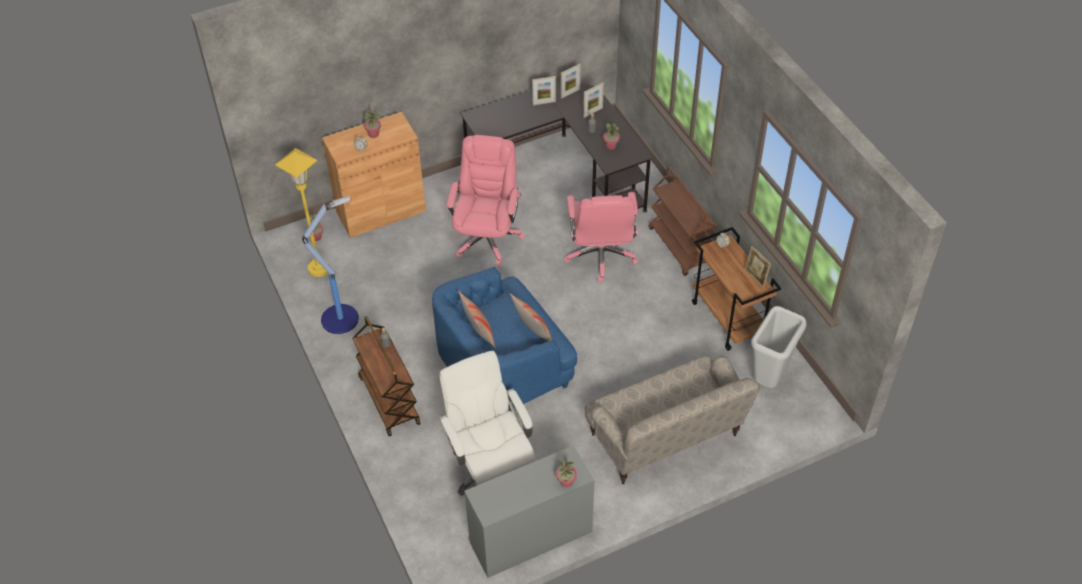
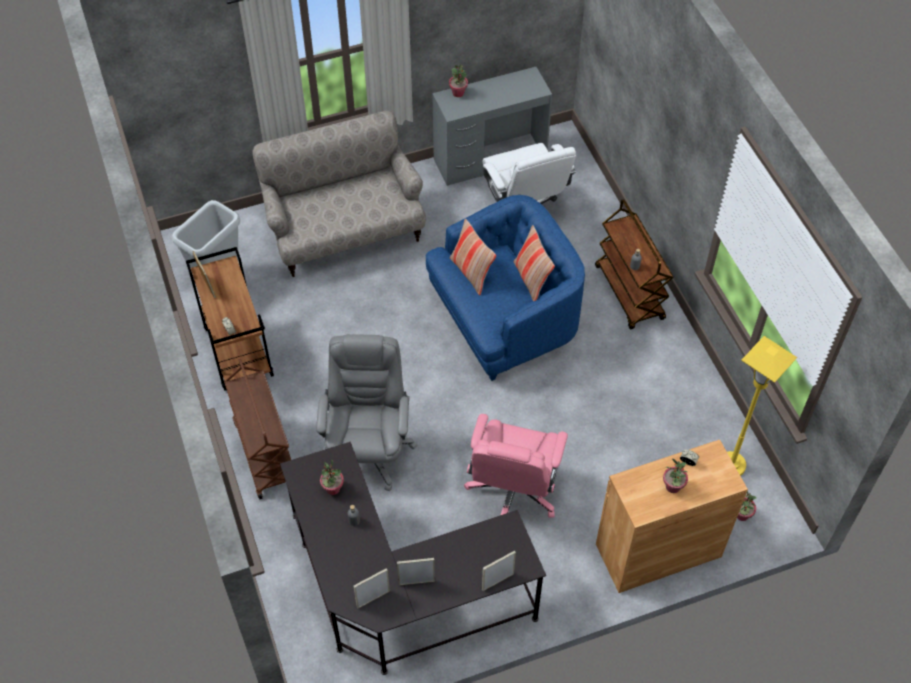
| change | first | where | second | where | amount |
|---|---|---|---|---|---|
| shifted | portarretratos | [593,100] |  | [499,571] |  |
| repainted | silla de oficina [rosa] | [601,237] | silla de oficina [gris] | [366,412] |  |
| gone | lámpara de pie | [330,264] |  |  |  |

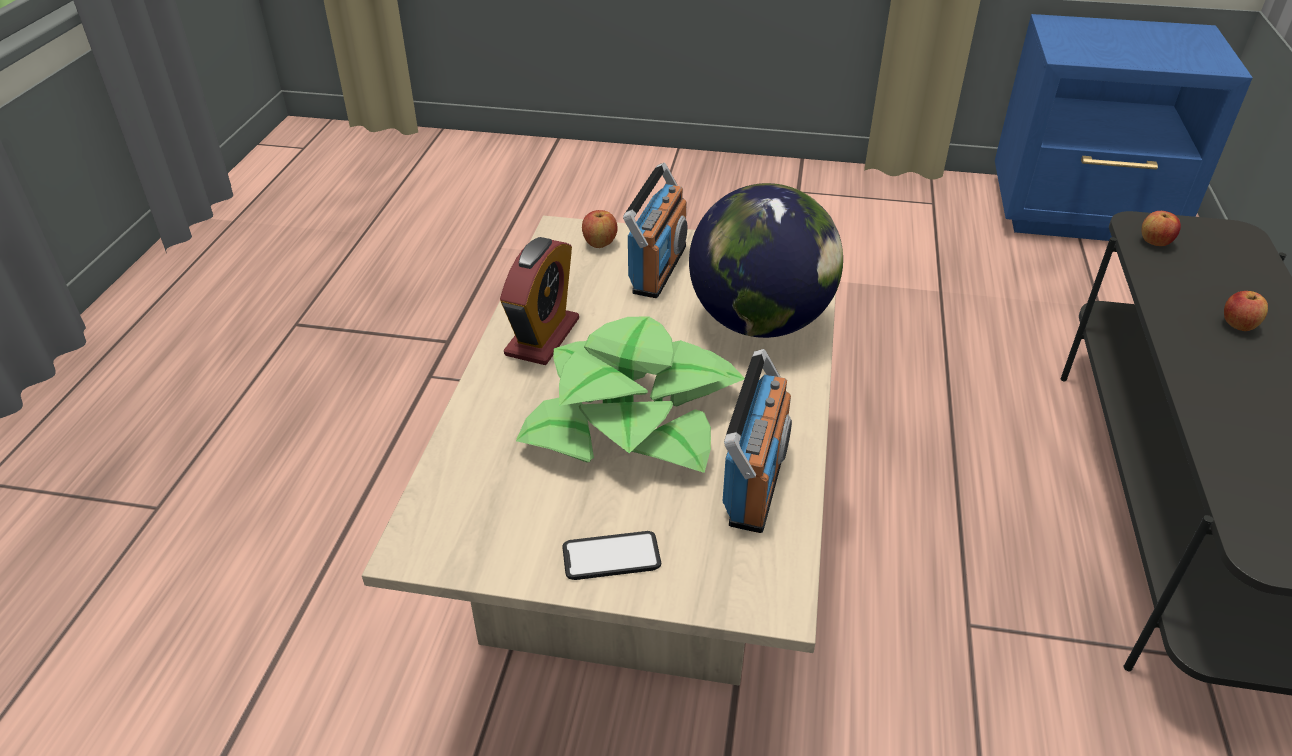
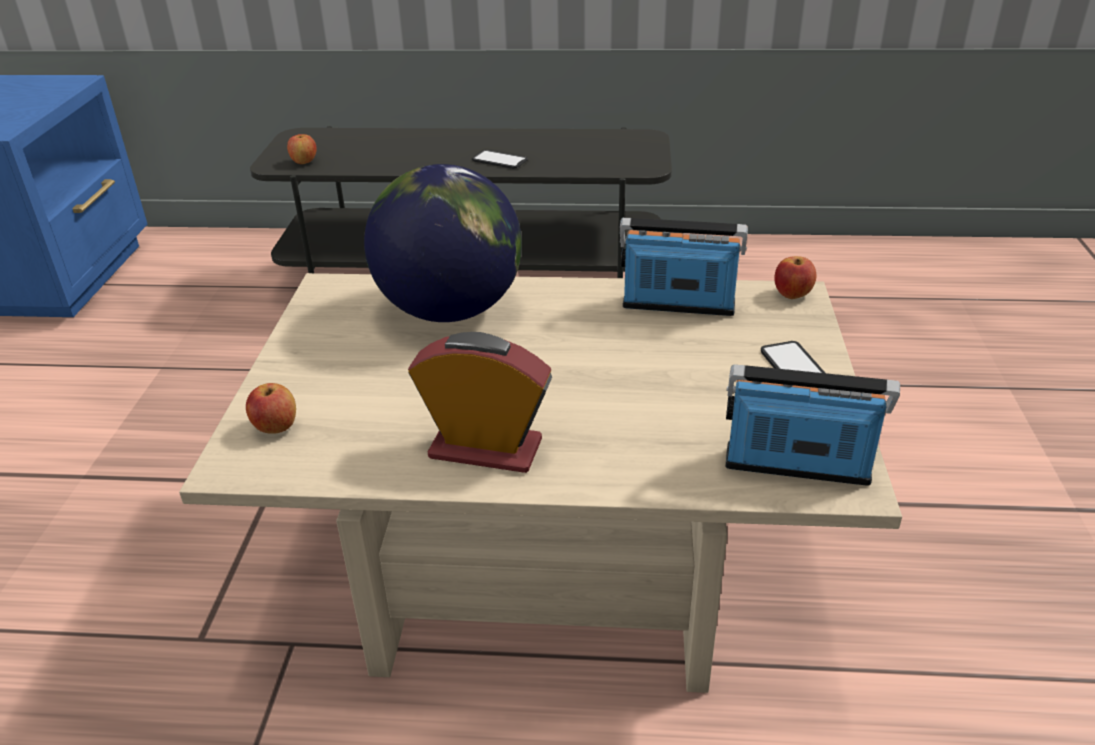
| change | first | where | second | where | amount |
|---|---|---|---|---|---|
| shifted | radio | [655,230] |  | [813,424] |  |
| shifted | manzana | [1246,311] |  | [795,277] |  |
| gone | planta en maceta | [630,394] |  |  |  |
| new |  |  | móvil | [500,159] |  |

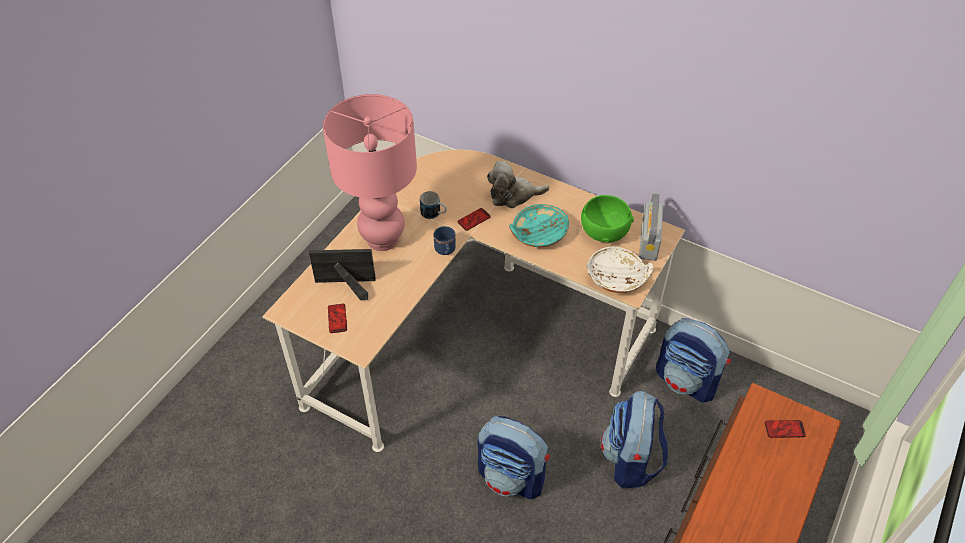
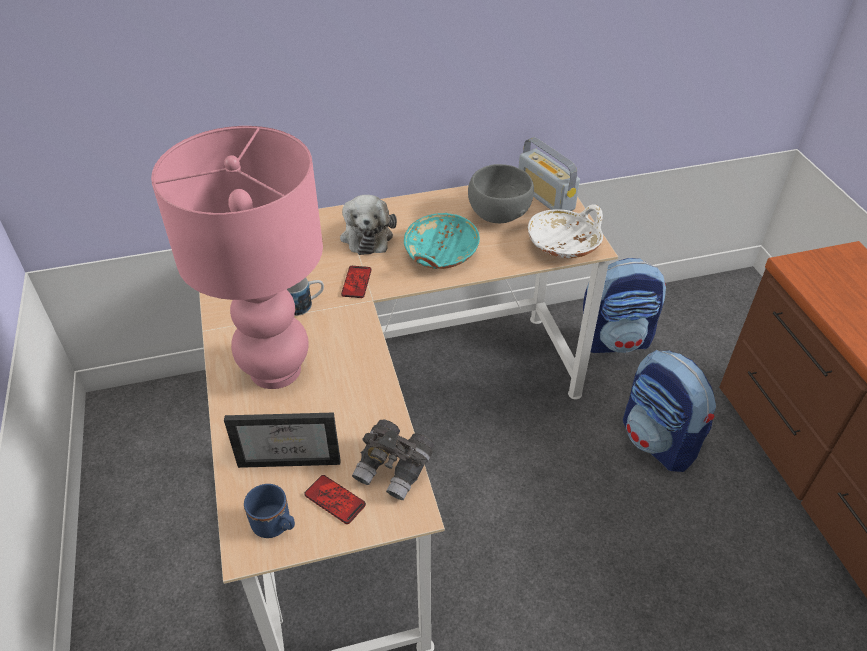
| change | first | where | second | where | amount |
|---|---|---|---|---|---|
| rotated | peluche | [518,184] |  | [368,225] | 45 degrees counterclockwise |
| repainted | cuenco [verde] | [607,218] | cuenco [gris] | [501,193] |  |
| shifted | taza grande [azul] | [444,240] |  | [269,511] |  |
| rotated | portarretratos | [342,274] |  | [282,440] | 135 degrees counterclockwise |
| gone | mochila | [514,458] |  |  |  |
| gone | móvil | [785,429] |  |  |  |
| new |  |  | prismáticos [gris] | [393,459] |  |

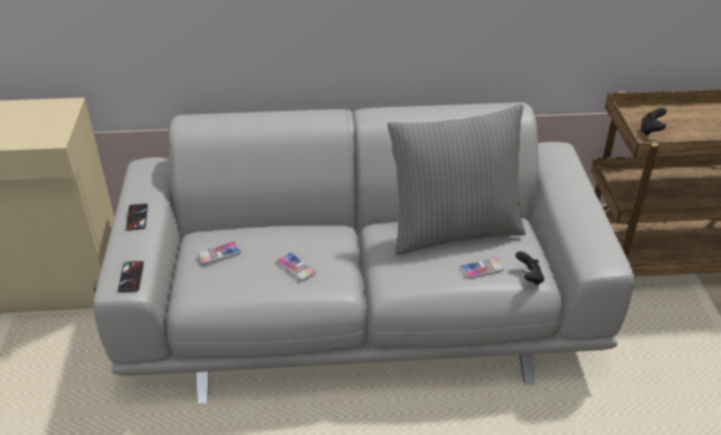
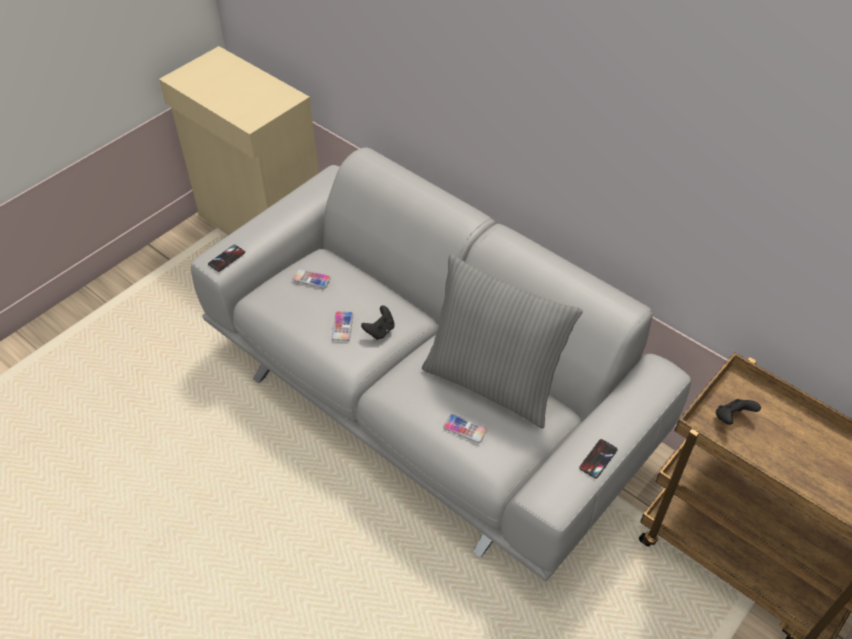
| change | first | where | second | where | amount |
|---|---|---|---|---|---|
| shifted | móvil | [137,216] |  | [598,459] |  |
| shifted | mando de consola [negro] | [529,268] |  | [378,323] |  |

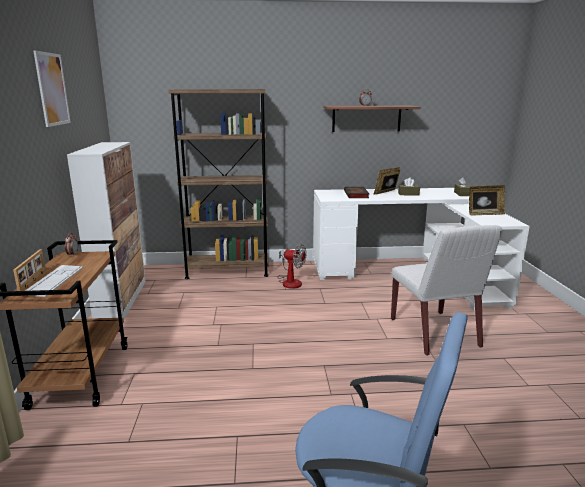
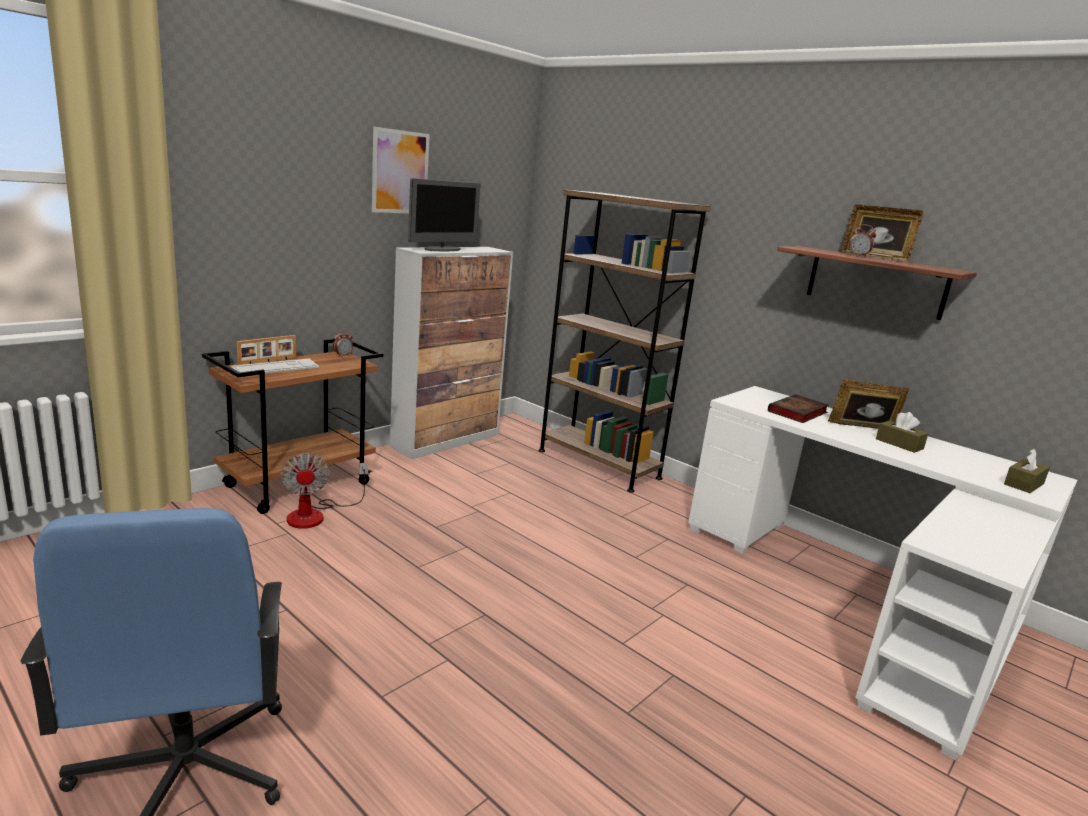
| change | first | where | second | where | amount |
|---|---|---|---|---|---|
| shifted | portarretratos | [487,200] |  | [882,233] |  |
| gone | silla [blanco] | [446,290] |  |  |  |
| shifted | ventilador | [292,266] |  | [324,491] |  |
| new |  |  | monitor | [444,214] |  |

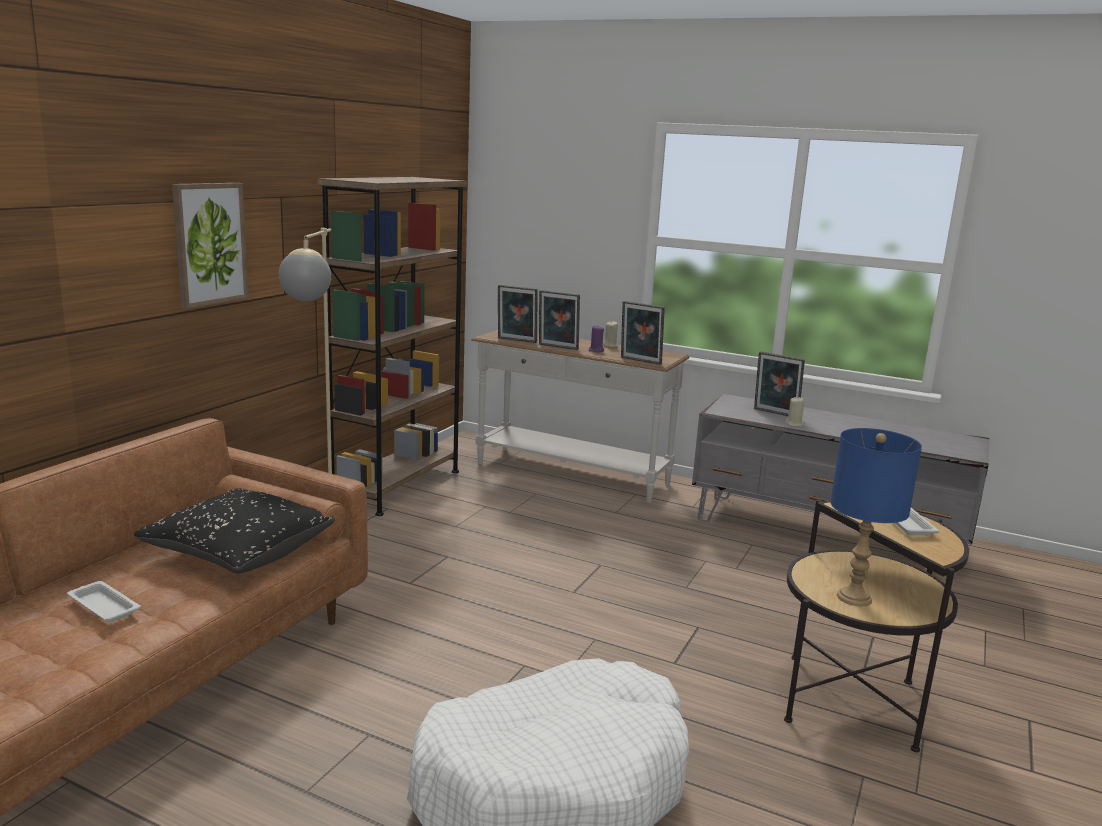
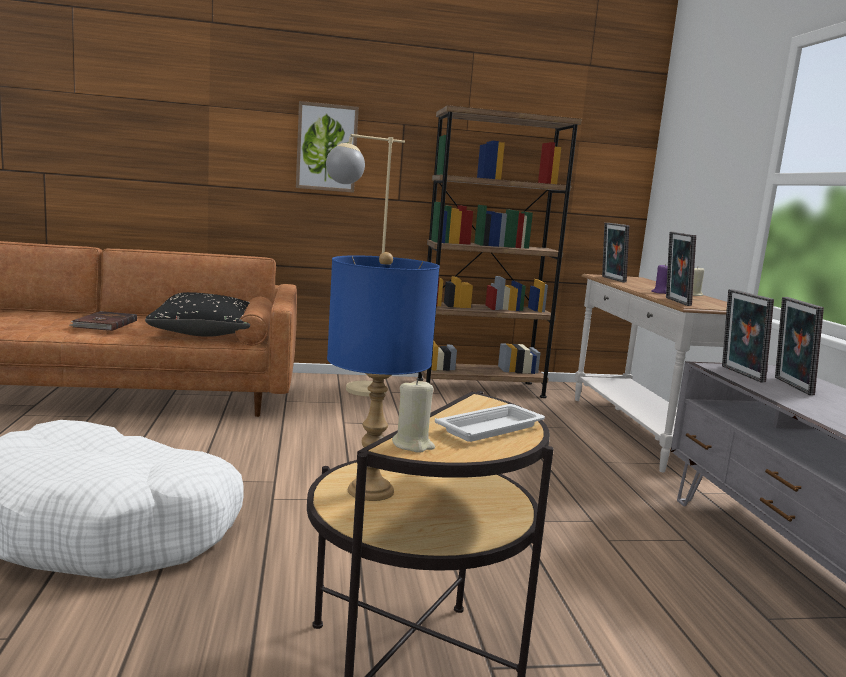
| change | first | where | second | where | amount |
|---|---|---|---|---|---|
| shifted | portarretratos | [559,320] |  | [748,336] |  |
| shifted | vela [beis] | [794,411] |  | [413,415] |  |
| swapped | bandeja [blanco] | [104,601] | libro [marrón] | [103,321] |  |

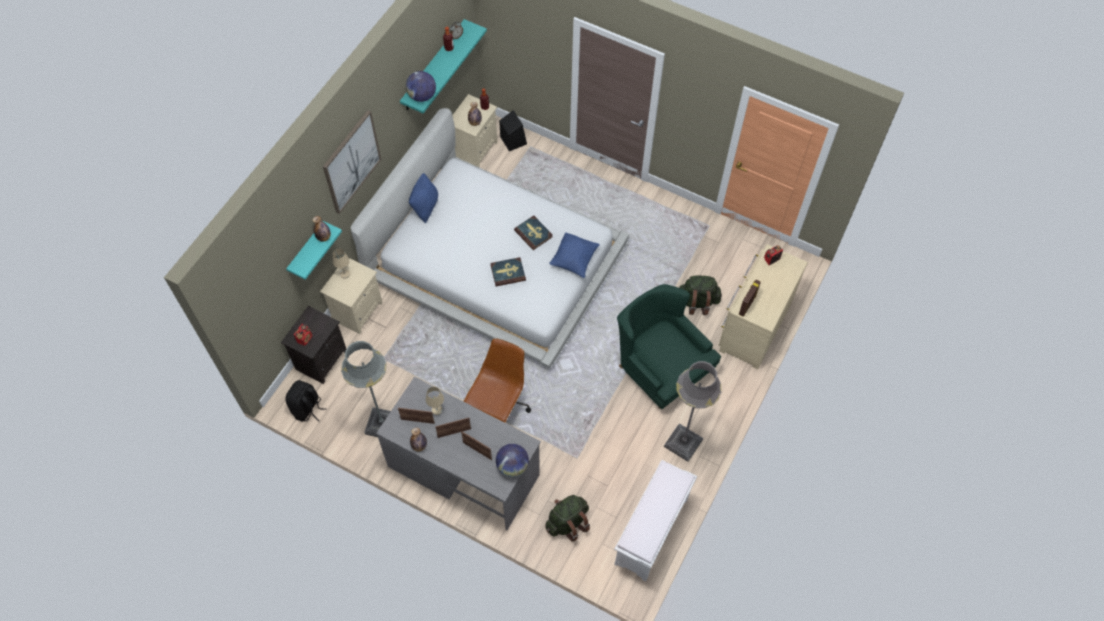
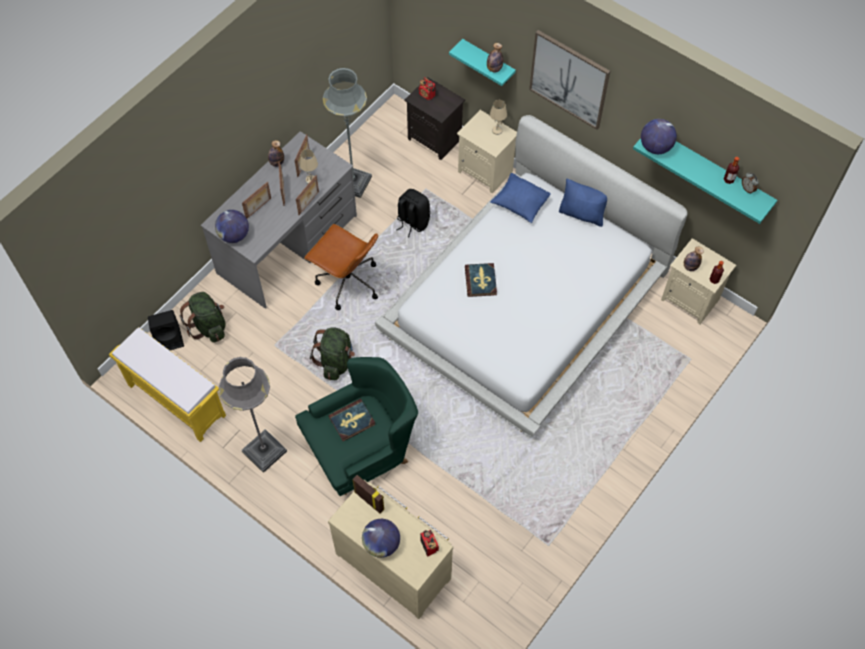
| change | first | where | second | where | amount |
|---|---|---|---|---|---|
| shifted | altavoz [negro] | [513,130] |  | [166,330] |  |
| shifted | libro | [533,232] |  | [351,420] |  |
| shifted | cojín [azul] | [574,255] |  | [520,198] |  |
| shifted | mochila [verde] | [700,295] |  | [332,353] |  |
| shifted | mochila [negro] | [305,401] |  | [413,213] |  |
| repainted | banco [blanco] | [655,520] | banco [amarillo] | [167,384] |  |
| new |  |  | portarretratos | [307,195] |  |
| new |  |  | globo terráqueo | [381,538] |  |

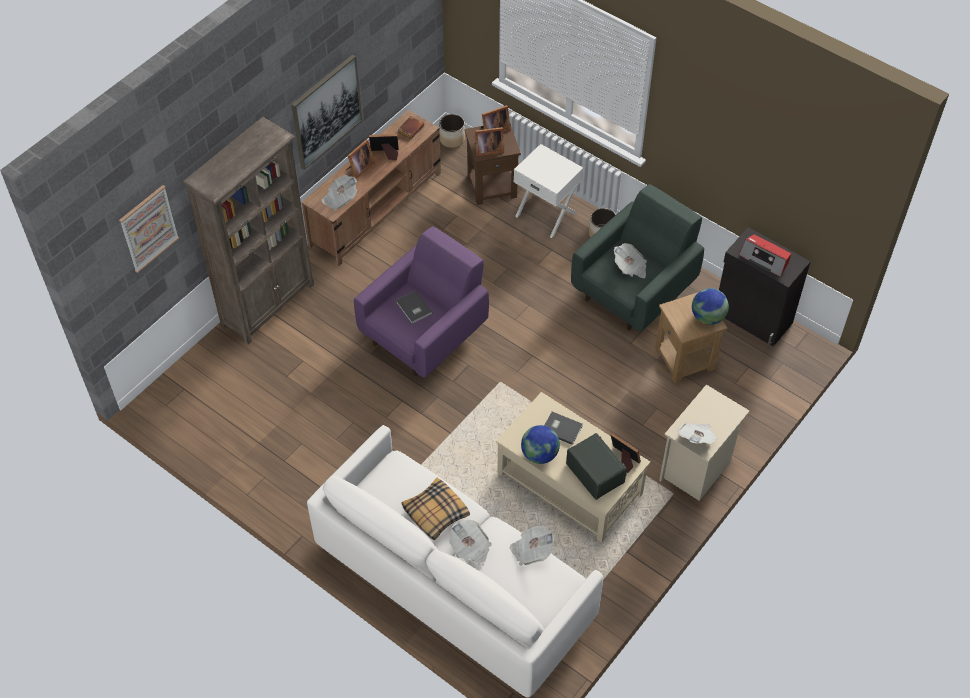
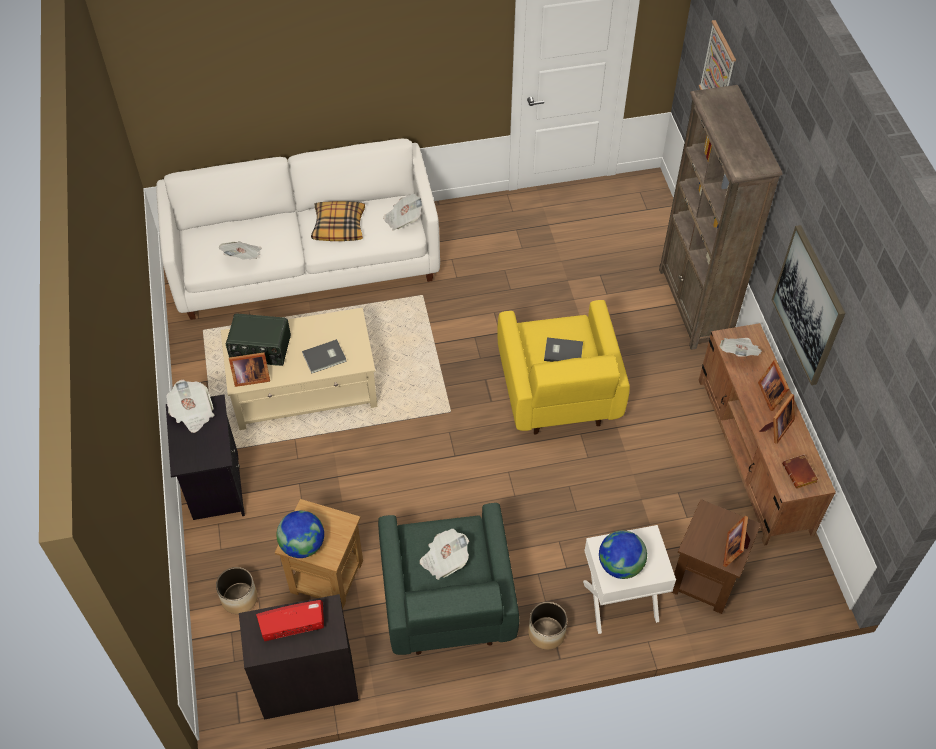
| change | first | where | second | where | amount |
|---|---|---|---|---|---|
| shifted | maceta | [452,131] |  | [237,590] |  |
| gone | portarretratos | [489,141] |  |  |  |
| repainted | sillón [morado] | [421,301] | sillón [amarillo] | [563,367] |  |
| repainted | mesita de noche [beis] | [704,443] | mesita de noche [negro] | [205,457] |  |
| shifted | globo terráqueo | [540,444] |  | [623,554] |  |
| shifted | periódico | [470,542] |  | [402,212] |  |

